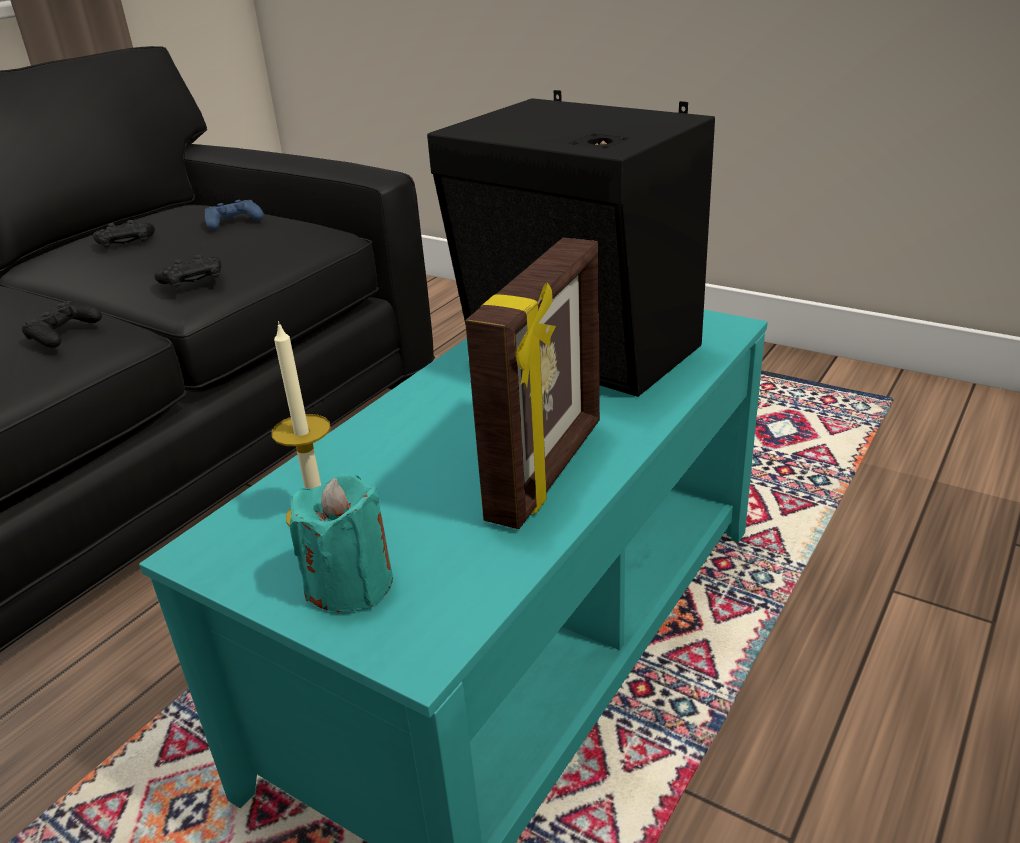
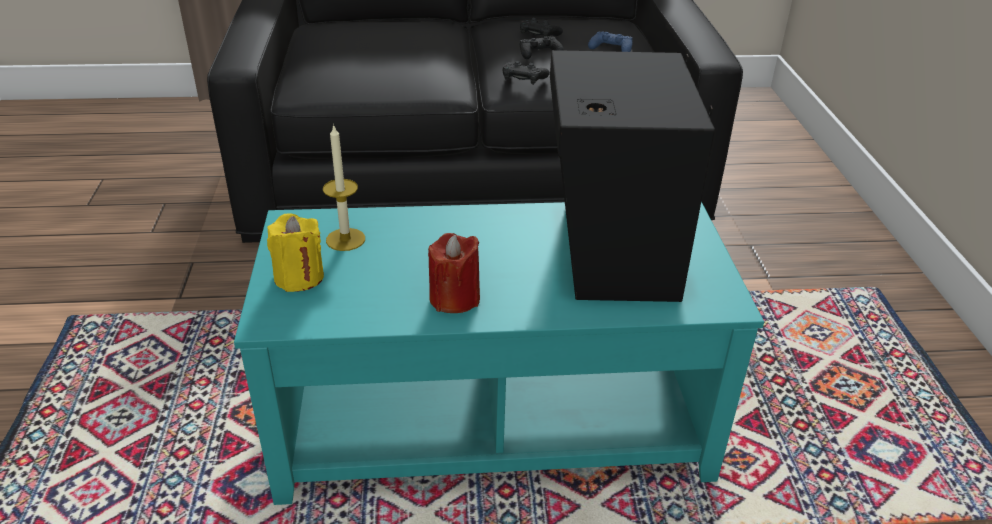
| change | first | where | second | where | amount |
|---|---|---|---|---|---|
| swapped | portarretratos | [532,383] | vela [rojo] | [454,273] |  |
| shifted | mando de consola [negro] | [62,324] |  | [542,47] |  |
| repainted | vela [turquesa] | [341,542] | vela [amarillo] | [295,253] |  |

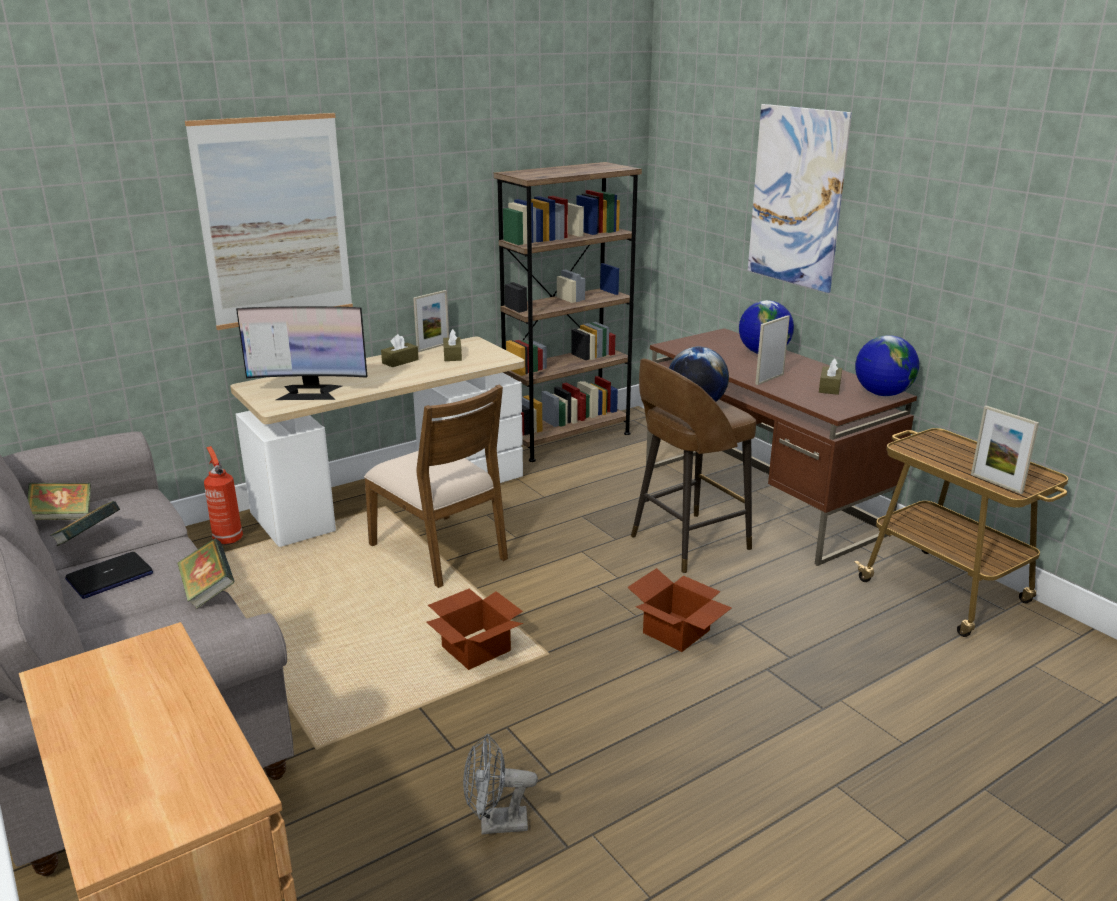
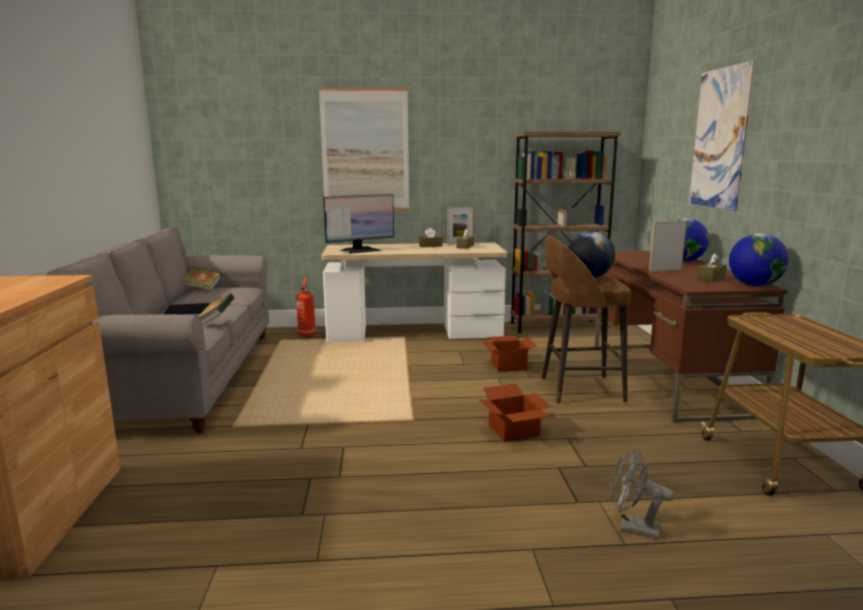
| change | first | where | second | where | amount |
|---|---|---|---|---|---|
| rotated | monitor | [302,353] |  | [358,224] | 60 degrees counterclockwise |
| gone | silla [marrón] | [436,486] |  |  |  |
| gone | portarretratos | [1005,449] |  |  |  |
| gone | libro | [85,523] |  |  |  |
| shifted | caja de cartón | [474,629] |  | [510,354] |  |
| shifted | ventilador [gris] | [500,784] |  | [642,494] |  |

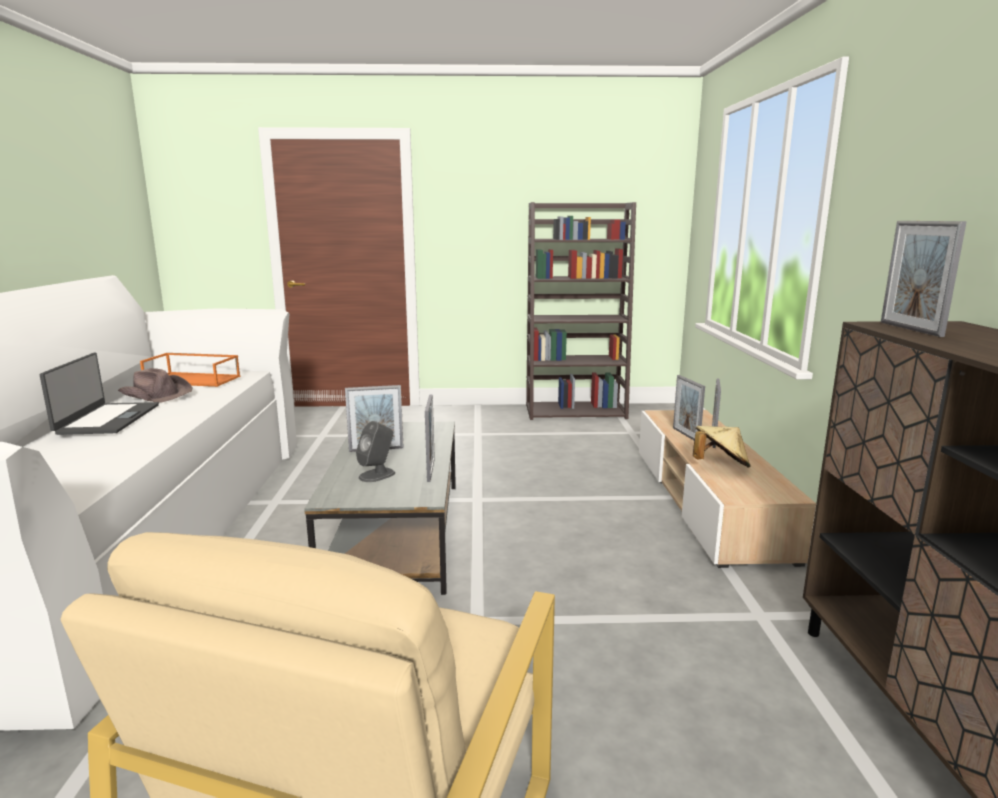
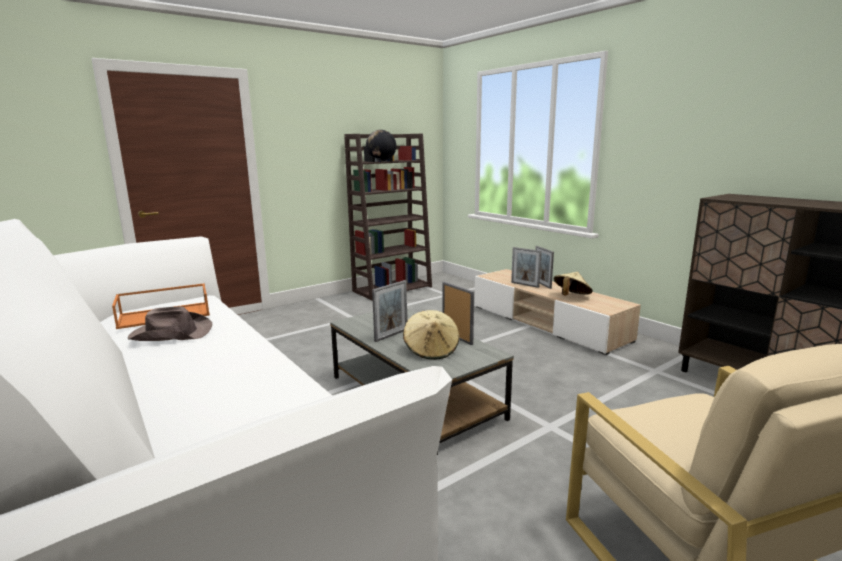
| change | first | where | second | where | amount |
|---|---|---|---|---|---|
| gone | portarretratos | [924,279] |  |  |  |
| gone | portátil | [99,394] |  |  |  |
| swapped | altavoz [gris] | [375,451] | sombrero [beis] | [431,335] |  |
| new |  |  | globo terráqueo | [381,145] |  |

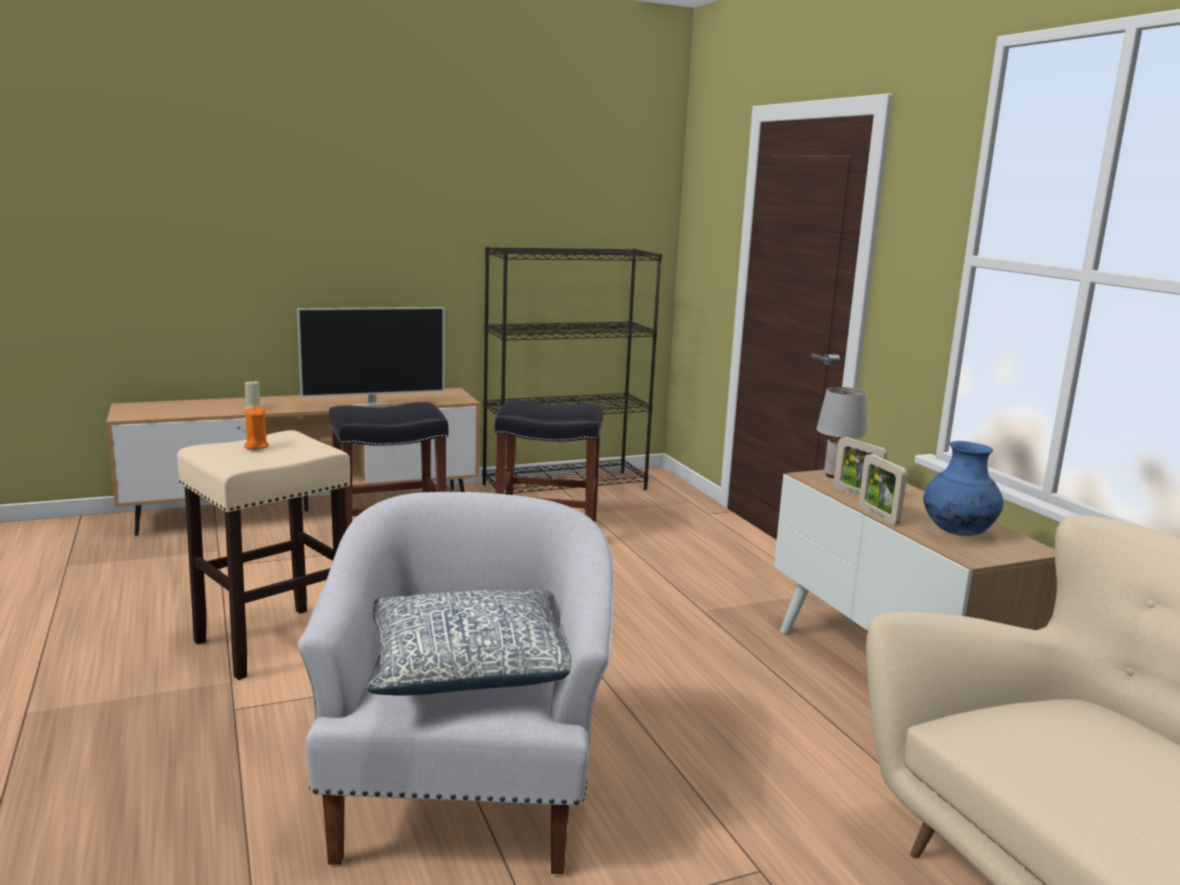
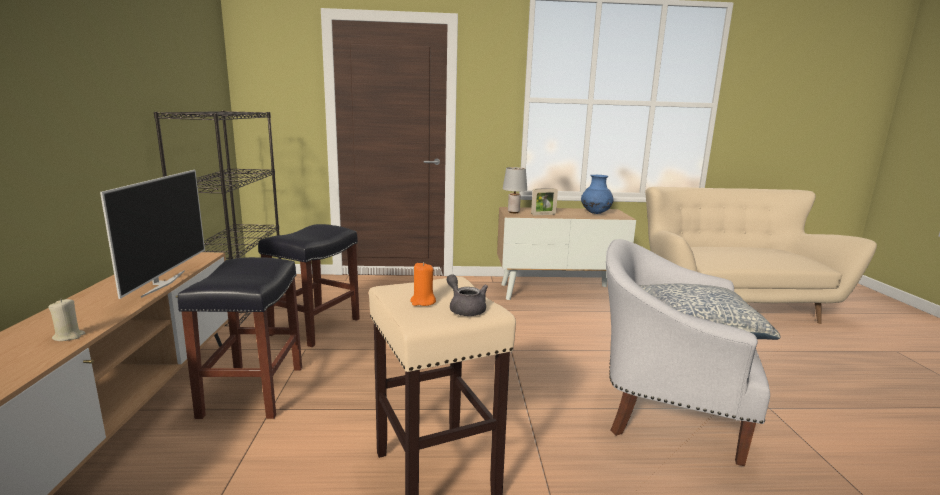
| change | first | where | second | where | amount |
|---|---|---|---|---|---|
| gone | portarretratos | [883,489] |  |  |  |
| new |  |  | tetera [gris] | [467,295] |  |

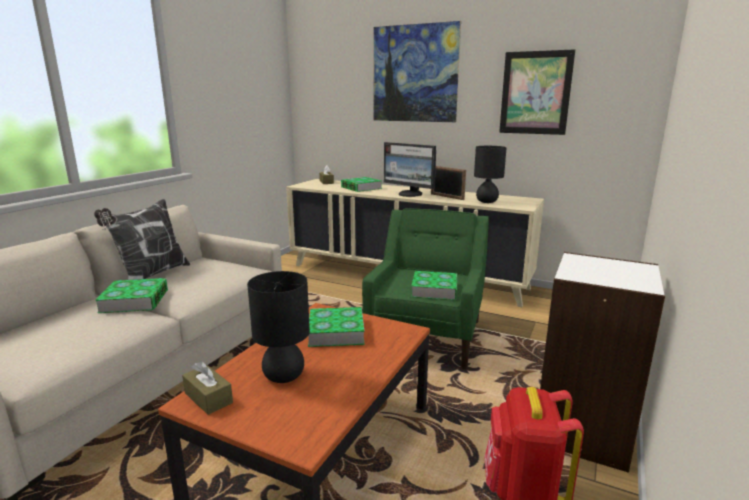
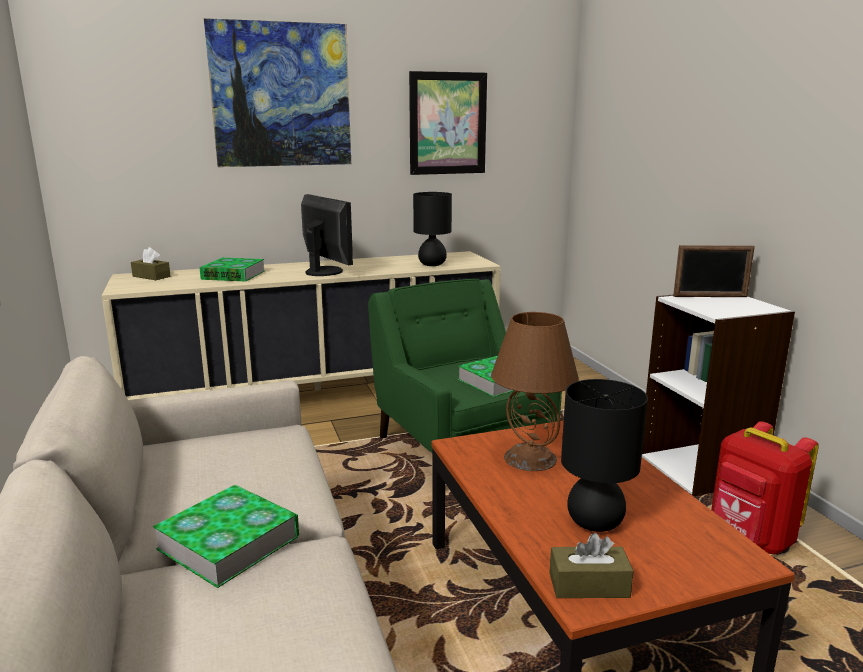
| change | first | where | second | where | amount |
|---|---|---|---|---|---|
| rotated | monitor | [410,169] |  | [327,235] | 120 degrees counterclockwise |
| shifted | portarretratos | [448,183] |  | [714,271] |  |
| gone | cojín | [142,239] |  |  |  |
| swapped | libro | [336,327] | lámpara de mesa [marrón] | [535,391] |  |

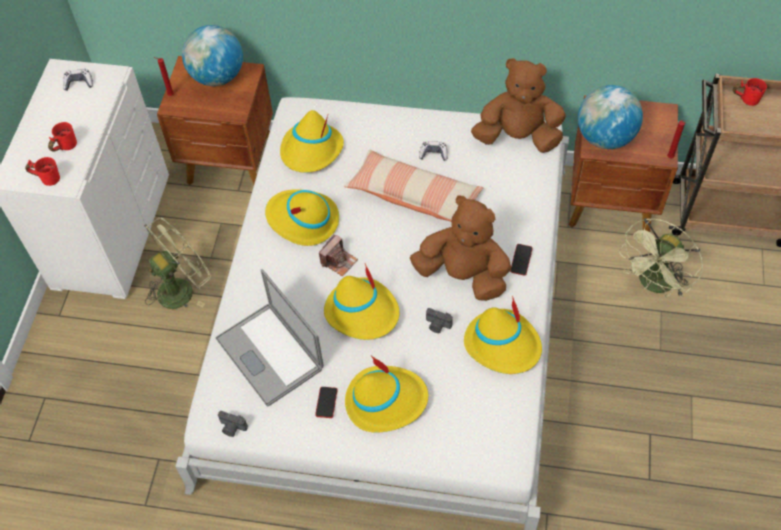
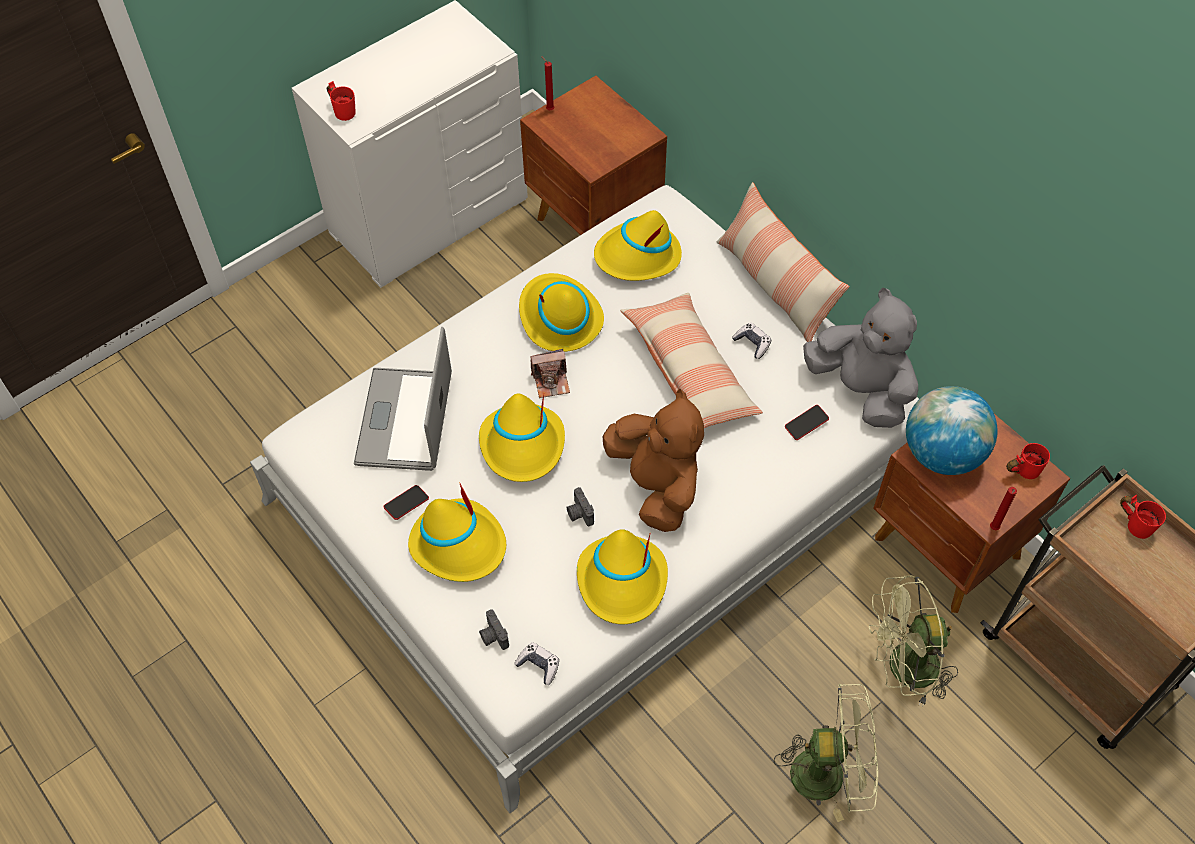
| change | first | where | second | where | amount |
|---|---|---|---|---|---|
| gone | globo terráqueo | [212,55] |  |  |  |
| repainted | peluche [marrón] | [518,105] | peluche [gris] | [860,358] |  |
| shifted | mando de consola | [78,79] |  | [536,664] |  |
| shifted | taza grande [rojo] | [62,137] |  | [1028,461] |  |
| shifted | ventilador [verde] | [178,263] |  | [826,753] |  |
| shifted | móvil | [521,260] |  | [807,422] |  |
| shifted | cámara | [233,424] |  | [494,629] |  |
| new |  |  | cojín | [783,262] |  |

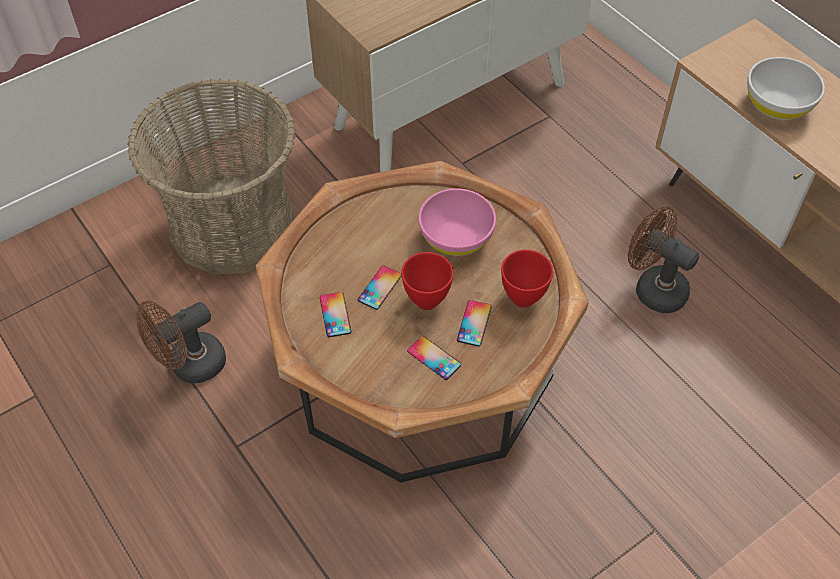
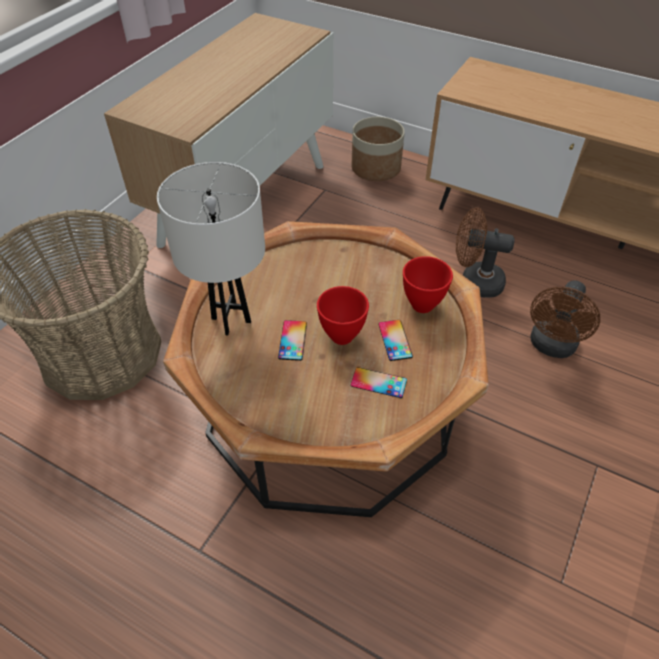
| change | first | where | second | where | amount |
|---|---|---|---|---|---|
| gone | cuenco [blanco] | [786,88] |  |  |  |
| gone | cuenco [rosa] | [457,222] |  |  |  |
| gone | móvil | [335,314] |  |  |  |
| shifted | ventilador [marrón] | [181,342] |  | [565,319] |  |
| new |  |  | maceta | [378,149] |  |
| new |  |  | lámpara de mesa [blanco] | [211,249] |  |

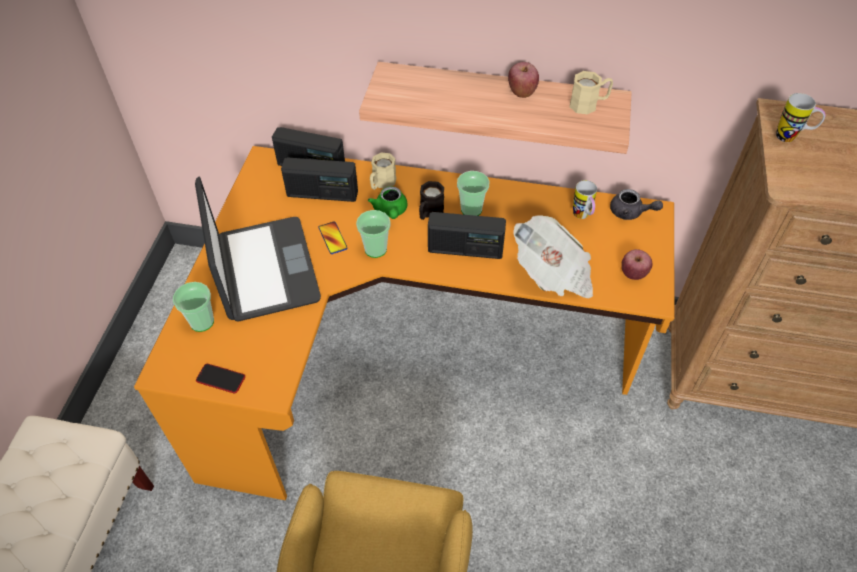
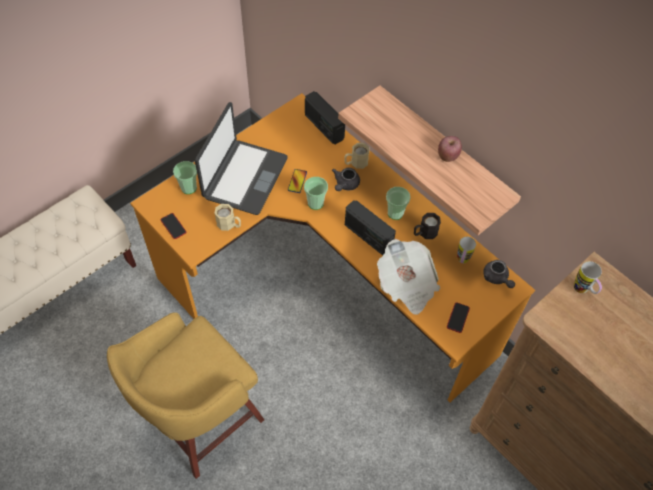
| change | first | where | second | where | amount |
|---|---|---|---|---|---|
| shifted | taza grande [beis] | [591,92] |  | [227,217] |  |
| gone | radio | [319,179] |  |  |  |
| shifted | taza grande [negro] | [431,200] |  | [427,226] |  |
| repainted | tetera [verde] | [388,202] | tetera [gris] | [346,179] |  |
| swapped | manzana | [636,264] | móvil | [458,317] |  |

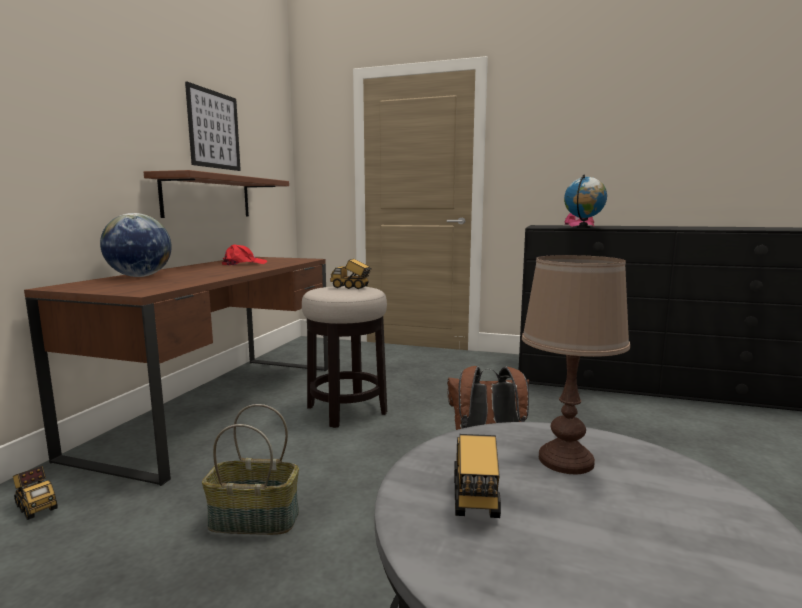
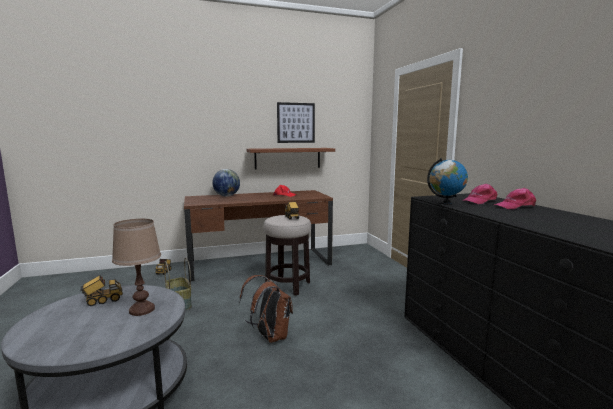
| change | first | where | second | where | amount |
|---|---|---|---|---|---|
| new |  |  | gorra [rosa] | [515,198] |  |

